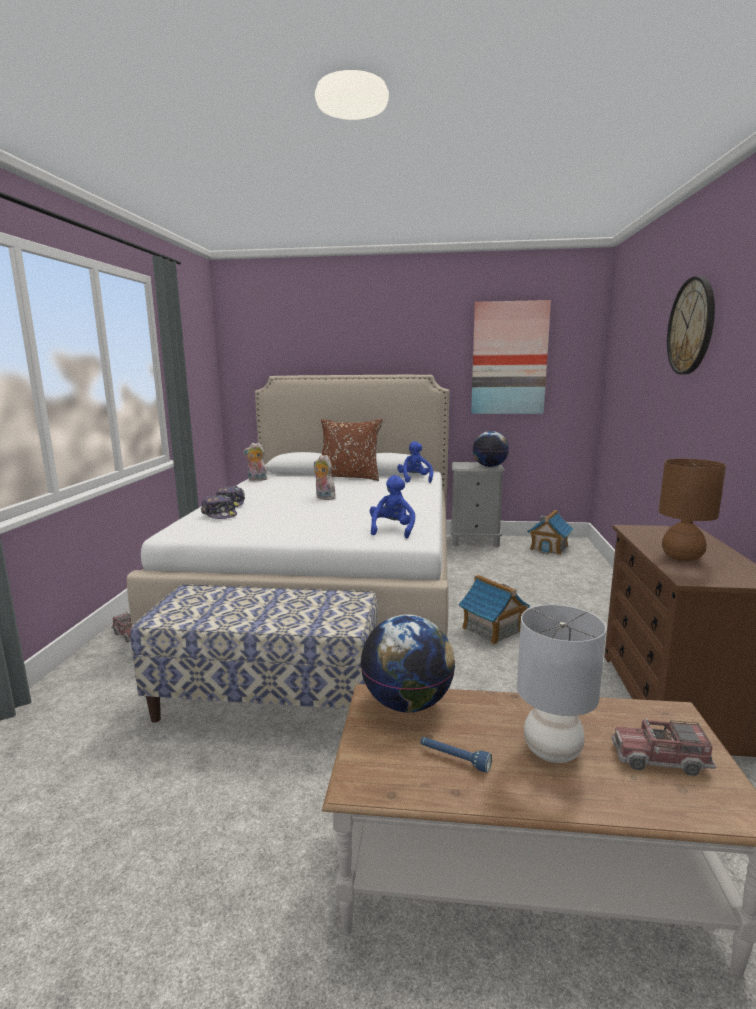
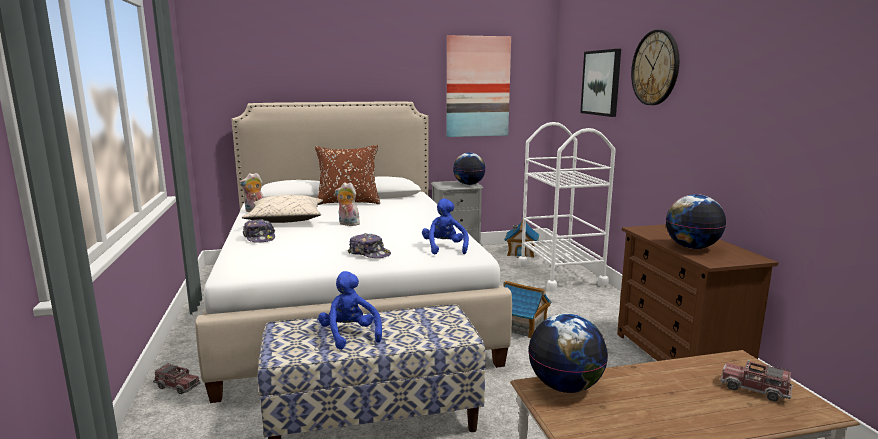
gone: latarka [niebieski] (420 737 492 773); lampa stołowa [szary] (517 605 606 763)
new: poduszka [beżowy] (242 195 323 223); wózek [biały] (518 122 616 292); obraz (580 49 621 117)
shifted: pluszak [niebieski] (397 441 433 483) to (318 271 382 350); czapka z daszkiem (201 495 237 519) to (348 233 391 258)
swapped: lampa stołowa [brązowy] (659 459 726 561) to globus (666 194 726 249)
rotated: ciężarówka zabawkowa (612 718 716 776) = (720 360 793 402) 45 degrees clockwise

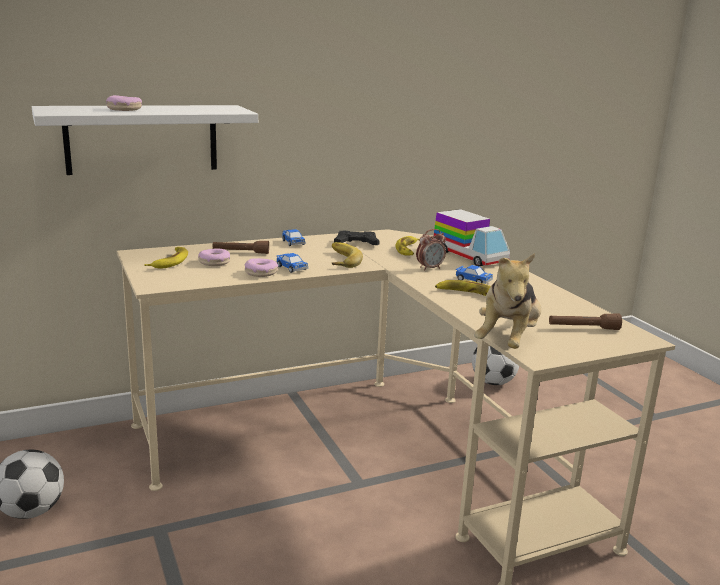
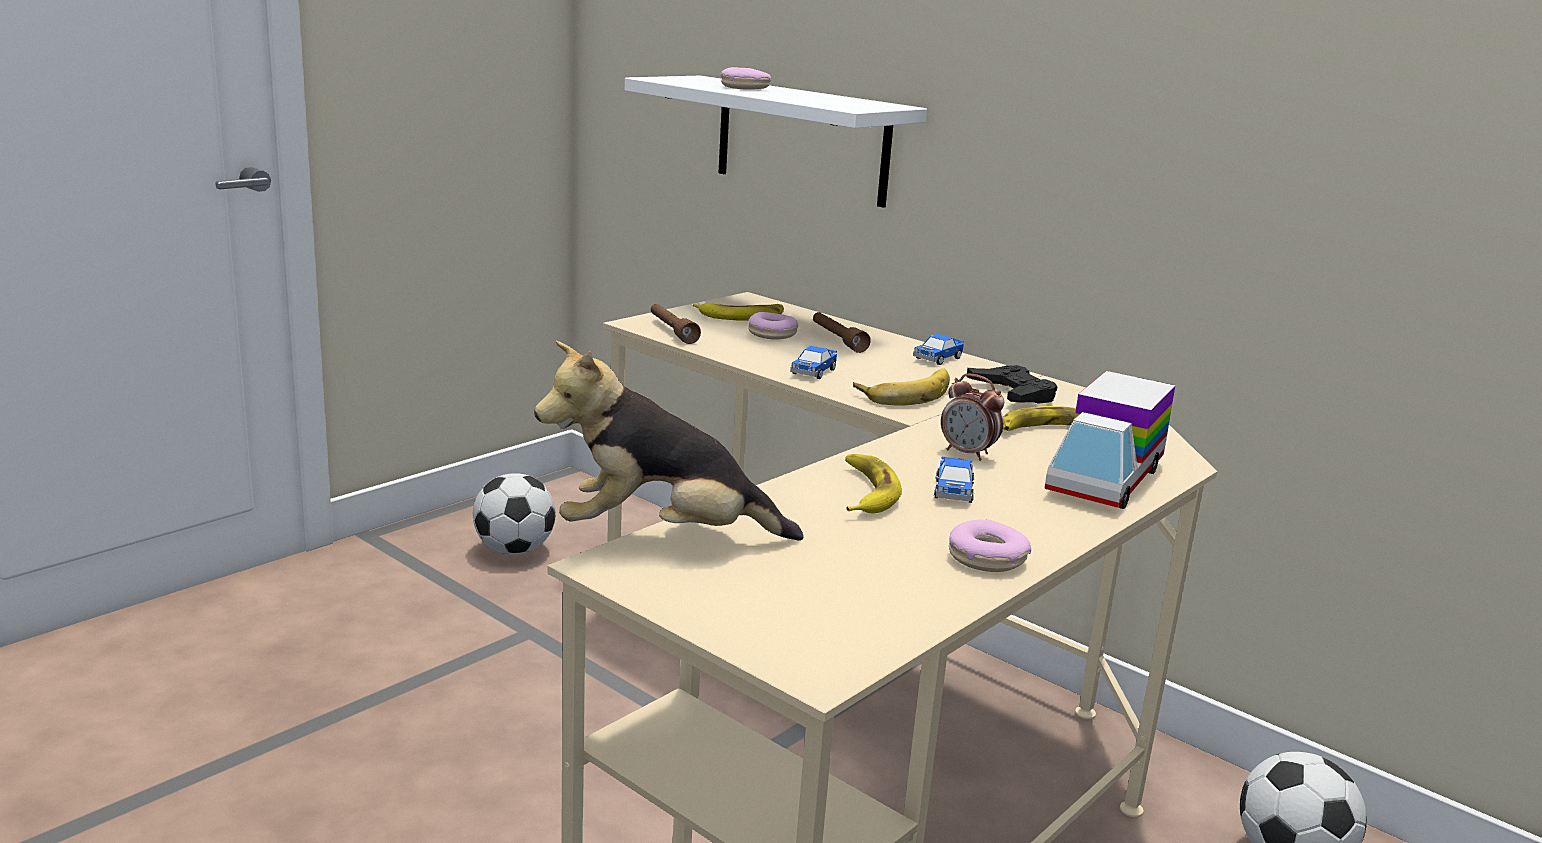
shifted: latarka [brązowy] (549 313 622 330) to (651 304 701 344); donut (245 258 278 277) to (949 520 1031 572)

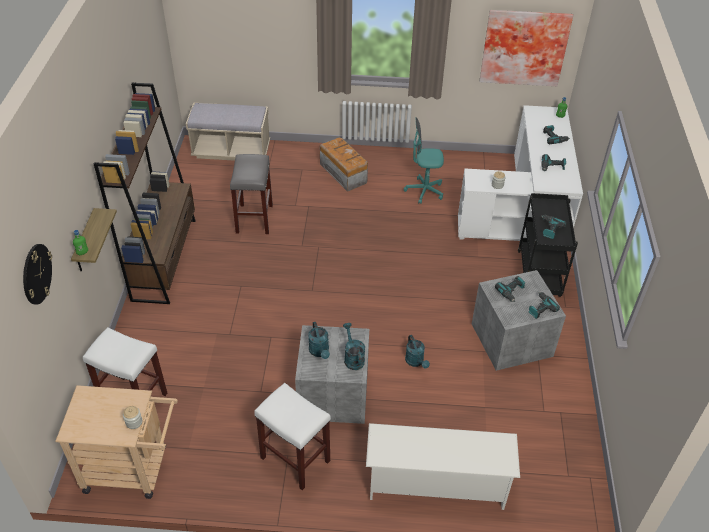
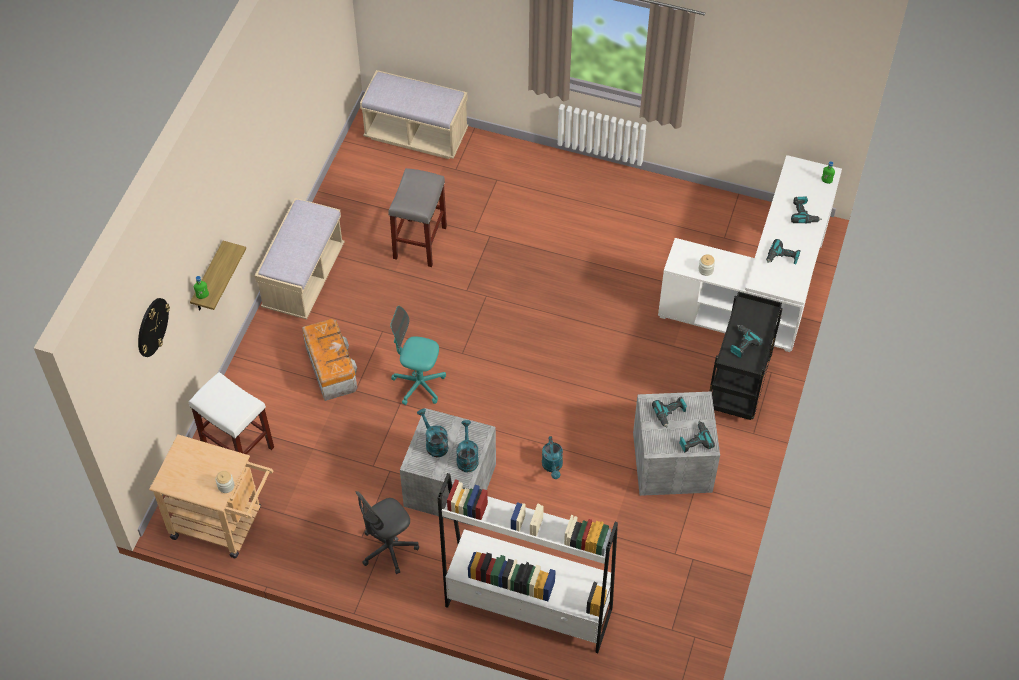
gone: obraz (480 10 573 86)
shifted: pojemnik do przechowywania (320 138 368 192) to (302 319 357 401); krzesło biurowe [turkusowy] (404 117 444 204) to (390 306 446 405)
swapped: regał [brązowy] (94 83 196 304) to ławka [beżowy] (255 198 344 320); stołek [biały] (254 383 331 490) to krzesło biurowe [szary] (356 491 419 574); regał na buty [biały] (366 423 520 510) to regał [biały] (438 473 618 653)
rotated: konewka [turkusowy] (308 322 330 359) = (417 409 448 457) 150 degrees clockwise

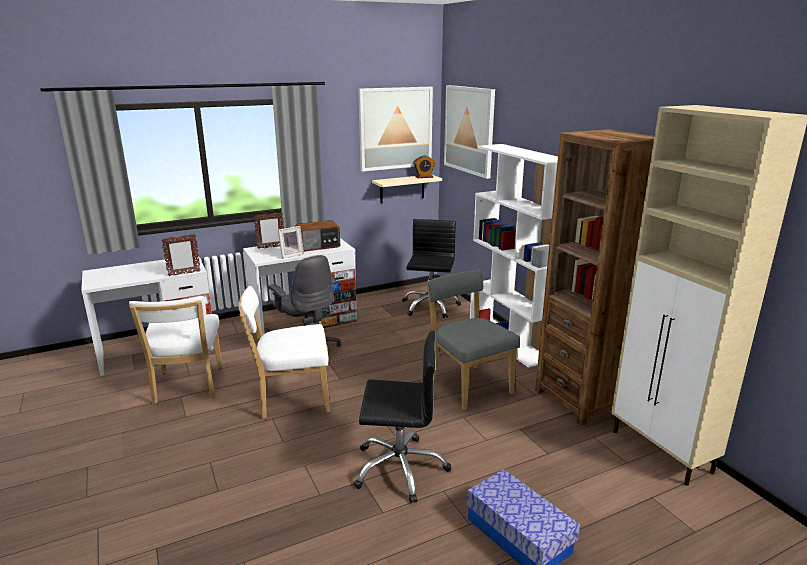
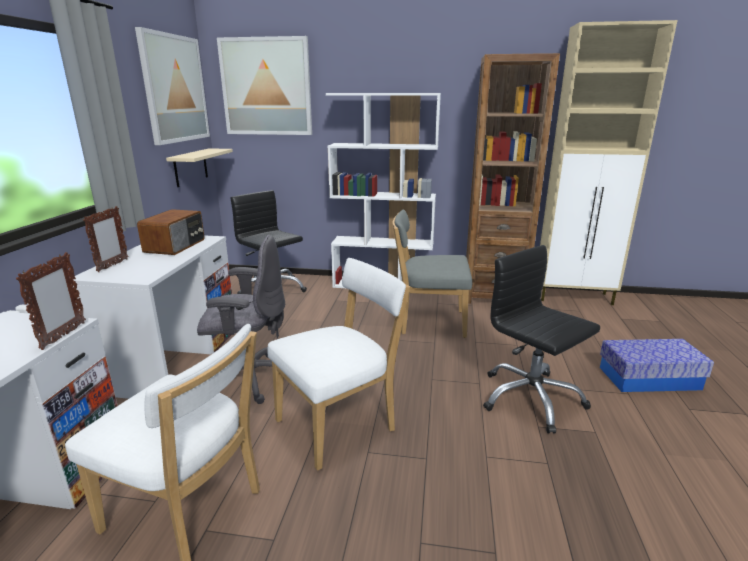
gone: ramka na zdjęcie (278 226 304 259); budzik (414 156 435 178)
rotated: krzesło [biały] (239 286 330 419) = (267 258 410 471) 150 degrees counterclockwise; krzesło biurowe [czarny] (354 331 451 503) = (484 245 600 434) 75 degrees counterclockwise

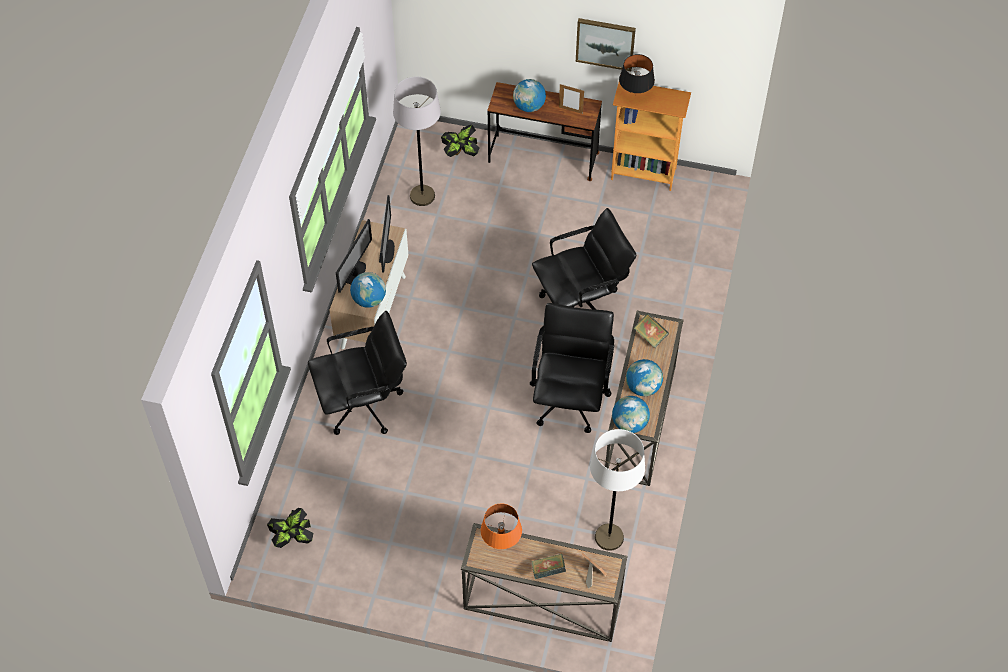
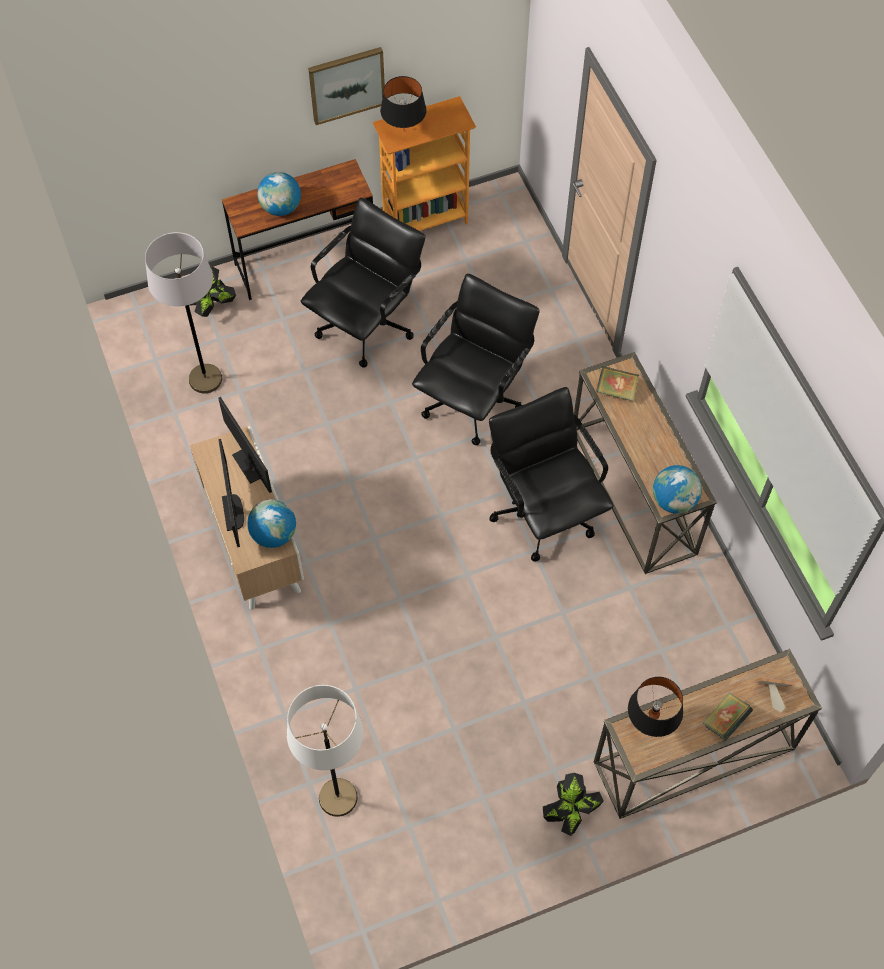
gone: ramka na zdjęcie (559 84 584 114); globus (626 359 663 396)
shifted: lampa stojąca [biały] (590 429 645 551) to (287 685 363 817); krzesło biurowe [czarny] (308 311 407 435) to (301 198 425 368); roślina doniczkowa (267 508 313 548) to (543 773 604 836)
repainted: lampa stołowa [pomarańczowy] (481 504 522 549) to lampa stołowa [czarny] (628 677 683 737)

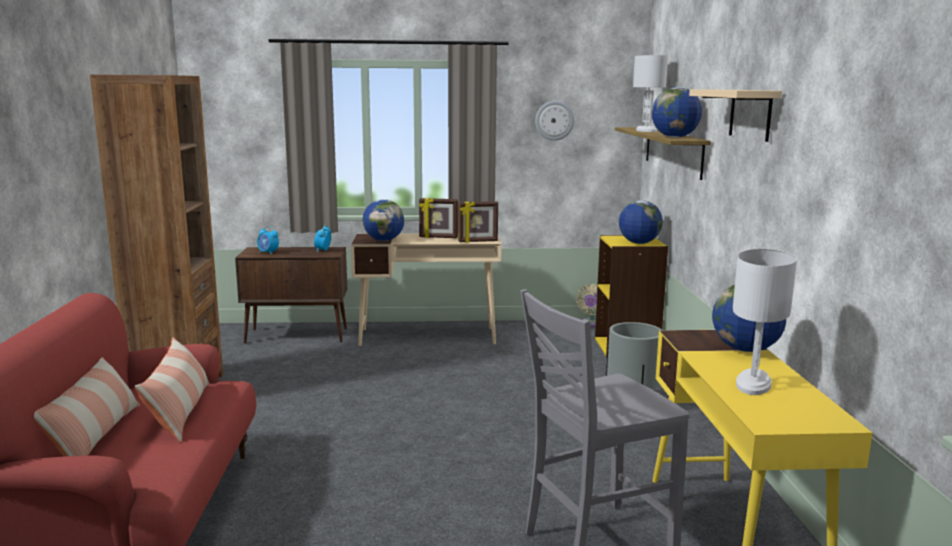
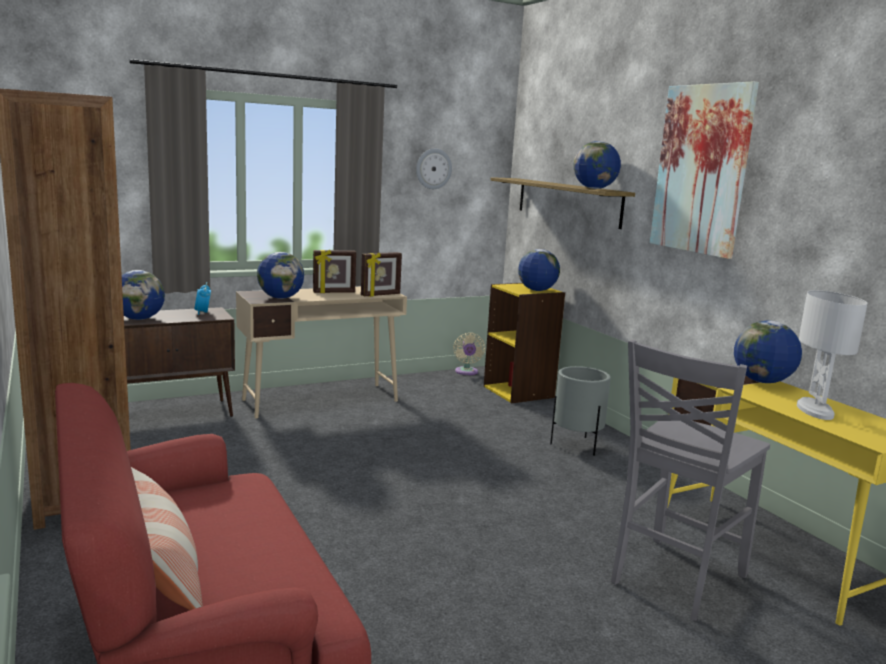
gone: poduszka (134 337 210 442); lampa stołowa [biały] (633 55 668 132)
swapped: budzik (257 226 279 255) to globus (122 270 165 320); półka [beżowy] (689 89 782 142) to obraz (650 81 759 259)

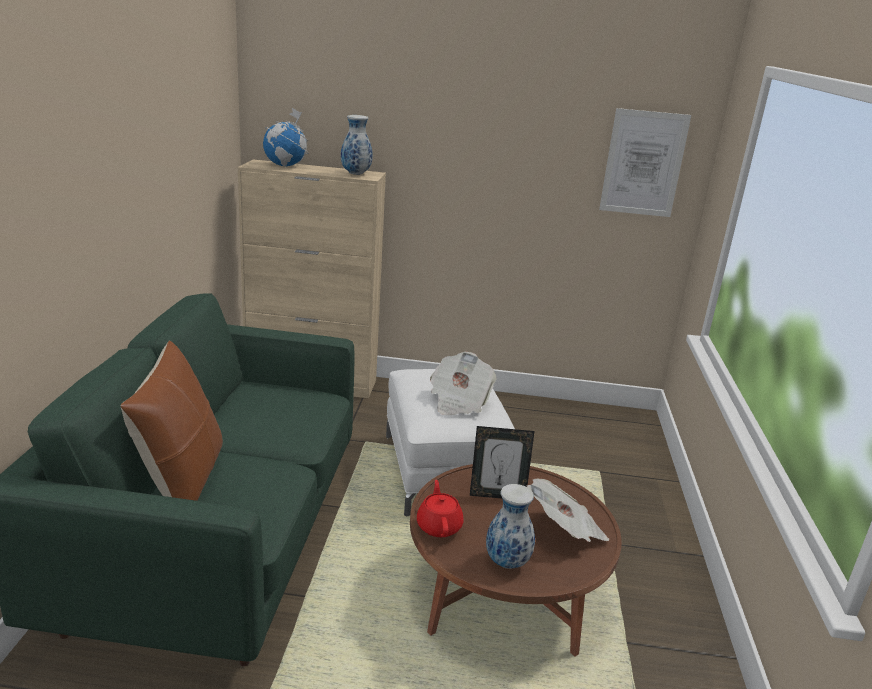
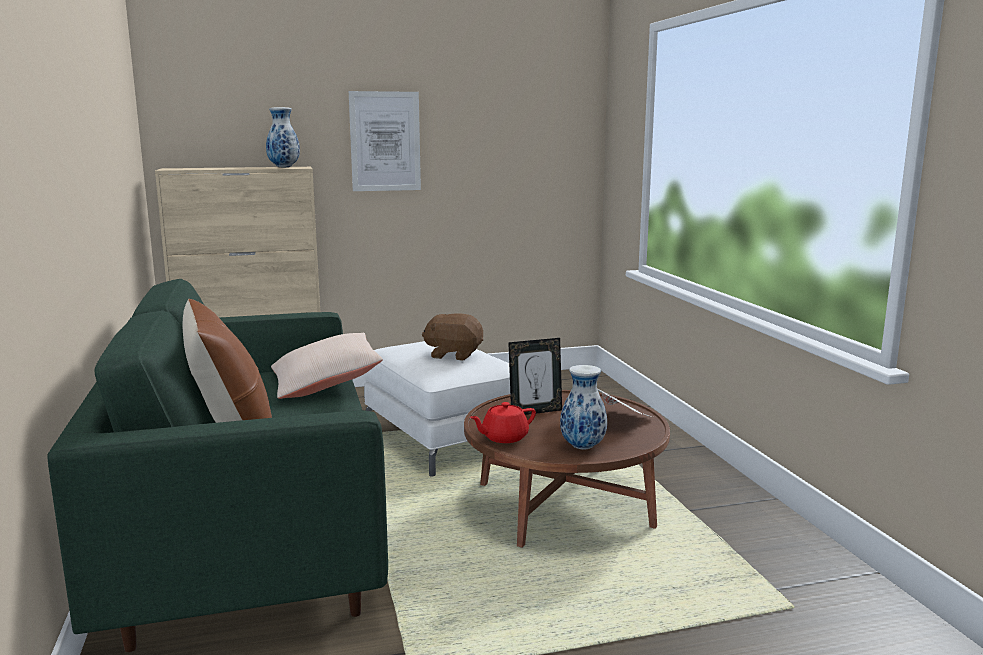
gone: globus (263 108 309 167)
new: poduszka [beżowy] (271 333 383 399)
shifted: obraz (599 108 691 217) to (349 91 421 191)
swapped: gazeta (430 352 497 415) to pluszak [brązowy] (422 313 483 361)
rotated: imbryk [czerwony] (417 480 463 537) = (470 402 536 443) 90 degrees counterclockwise

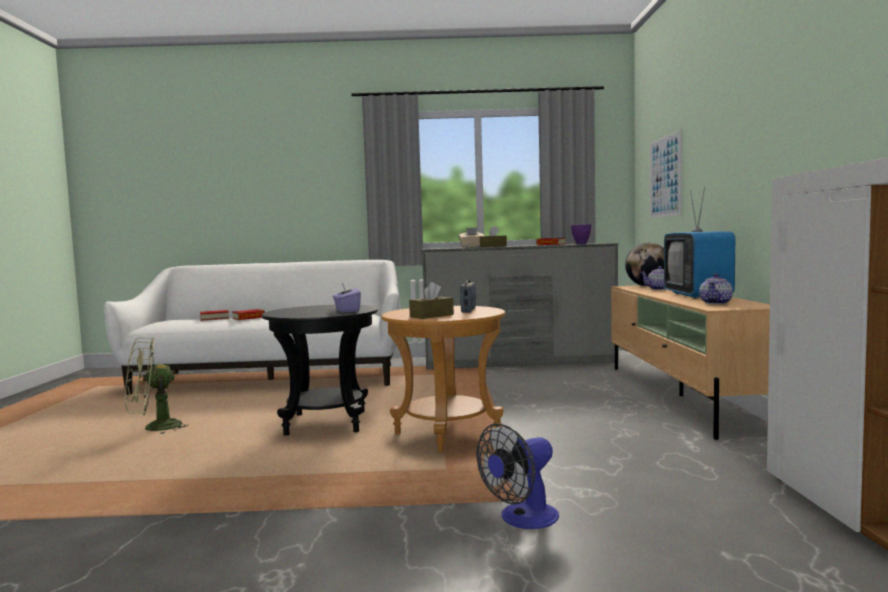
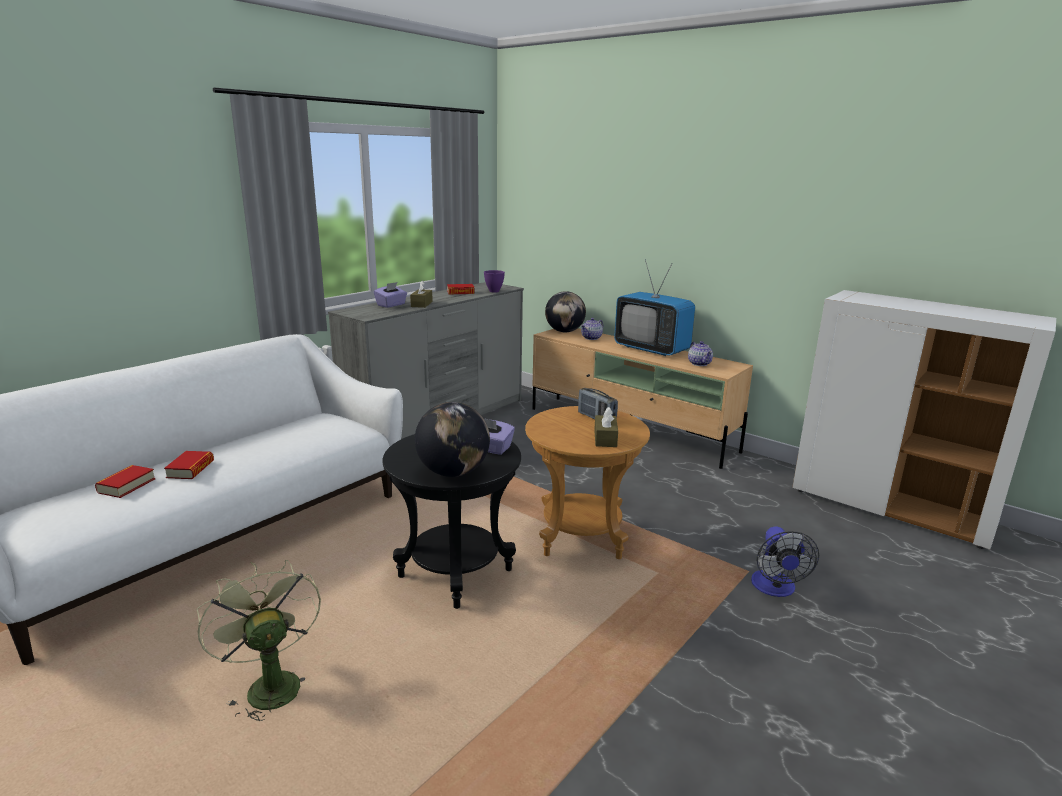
gone: obraz (650 129 682 218)
new: globus (415 402 490 477)
repainted: pudełko chusteczek [beżowy] (459 228 484 247) to pudełko chusteczek [fioletowy] (374 282 407 308)
rotated: wentylator [zielony] (125 338 189 434) = (197 560 321 721) 135 degrees clockwise

